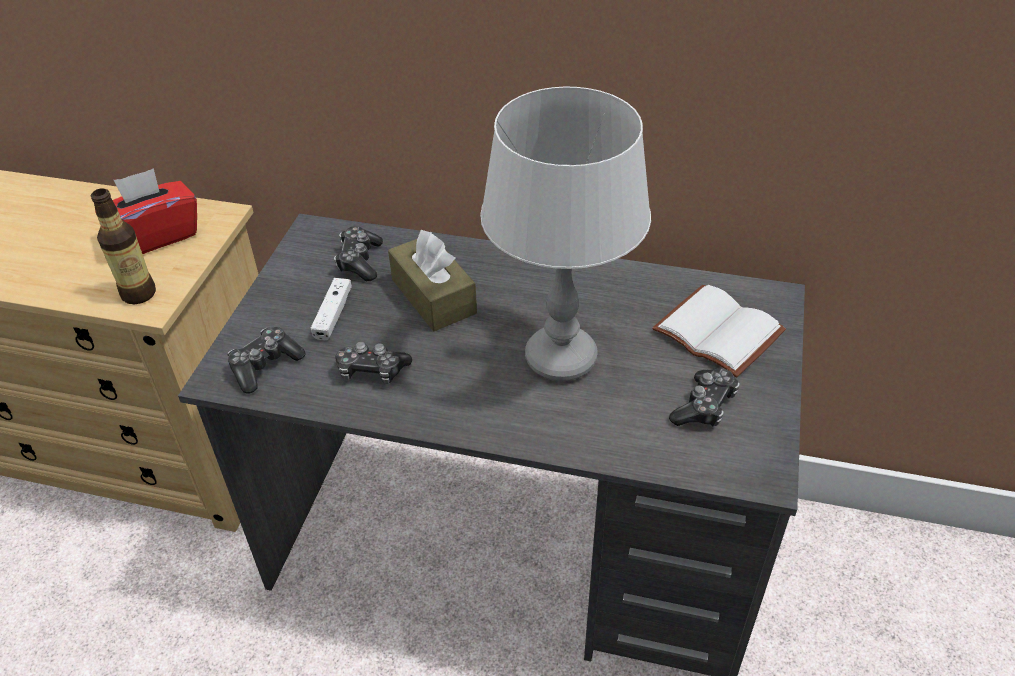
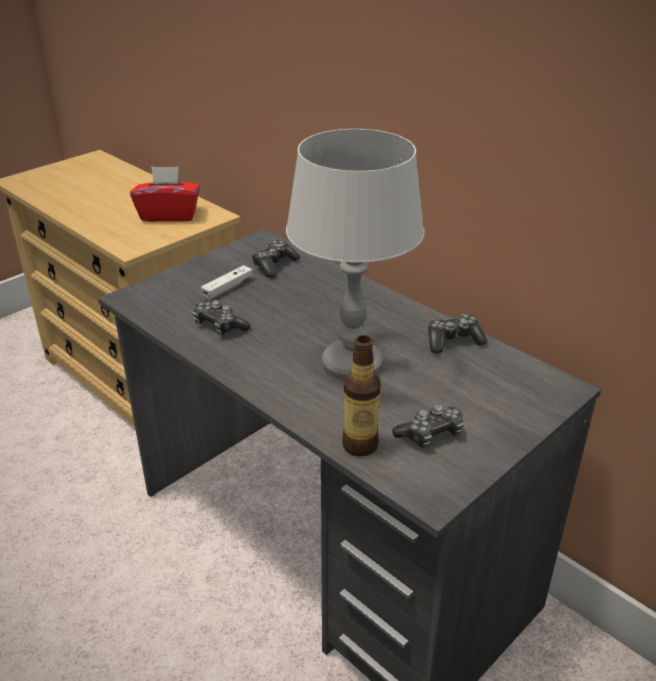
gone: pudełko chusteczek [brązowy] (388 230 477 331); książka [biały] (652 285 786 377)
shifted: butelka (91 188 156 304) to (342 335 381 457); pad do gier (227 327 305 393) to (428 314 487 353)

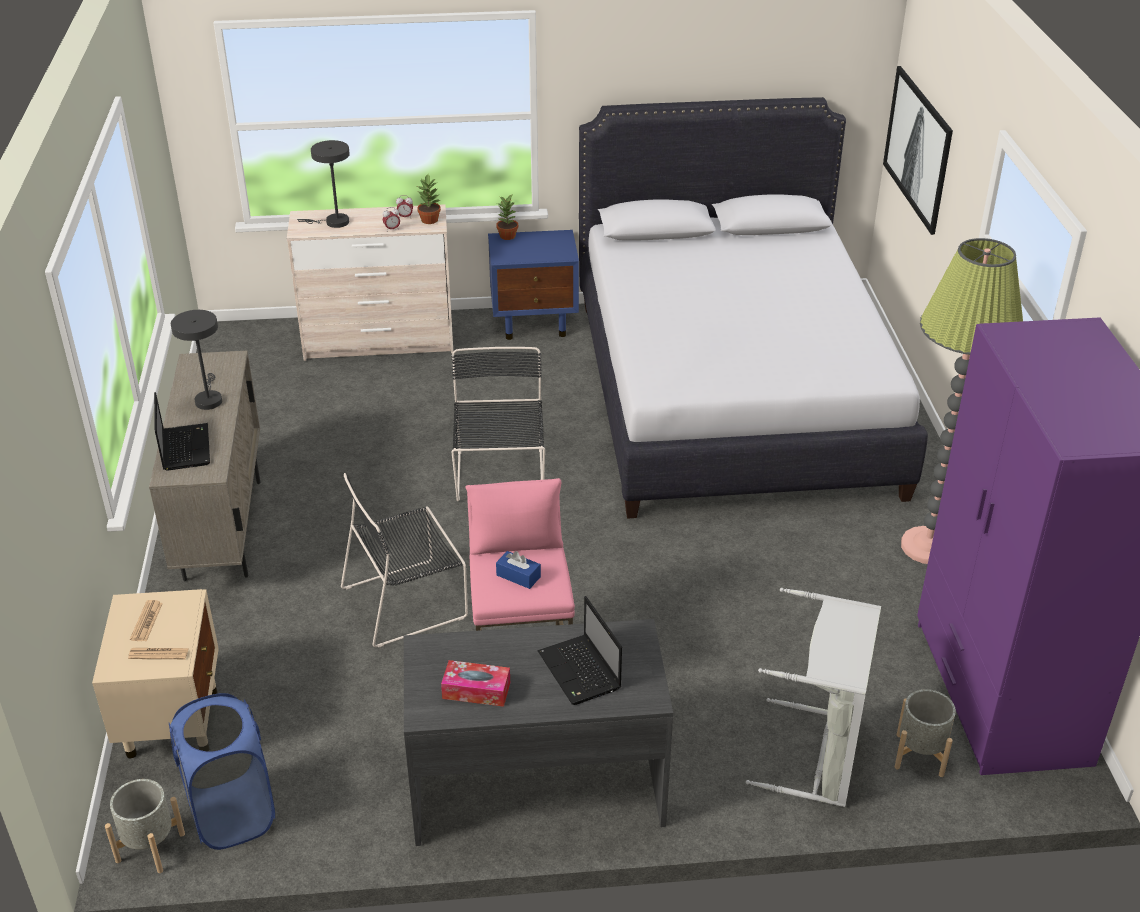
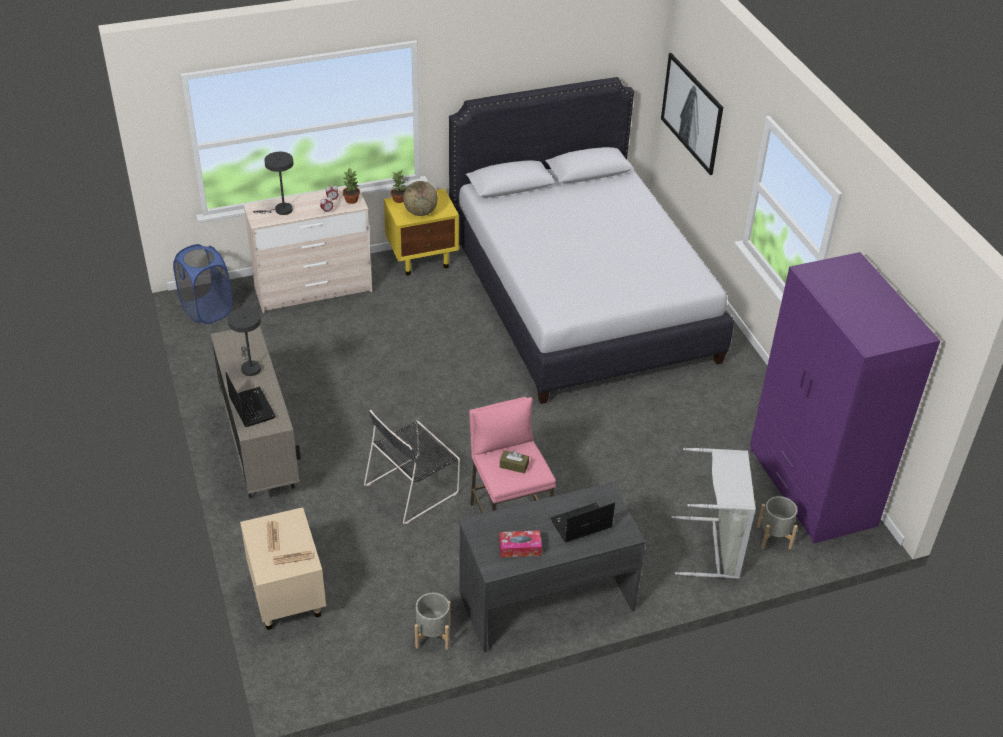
gone: krzesło [czarny] (451 347 545 501); lampa stojąca (901 238 1023 564)
new: globus (403 181 438 216)
shifted: kosz na pranie [niebieski] (169 693 275 850) to (173 244 233 324); donica [szary] (105 779 185 873) to (415 593 450 650)
repainted: szafka nocna [niebieski] (488 230 579 340) to szafka nocna [żółty] (384 189 459 276); pudełko chusteczek [niebieski] (496 551 541 589) to pudełko chusteczek [brązowy] (500 450 529 474)
rotated: laptop (538 596 622 705) = (551 503 615 542) 105 degrees clockwise

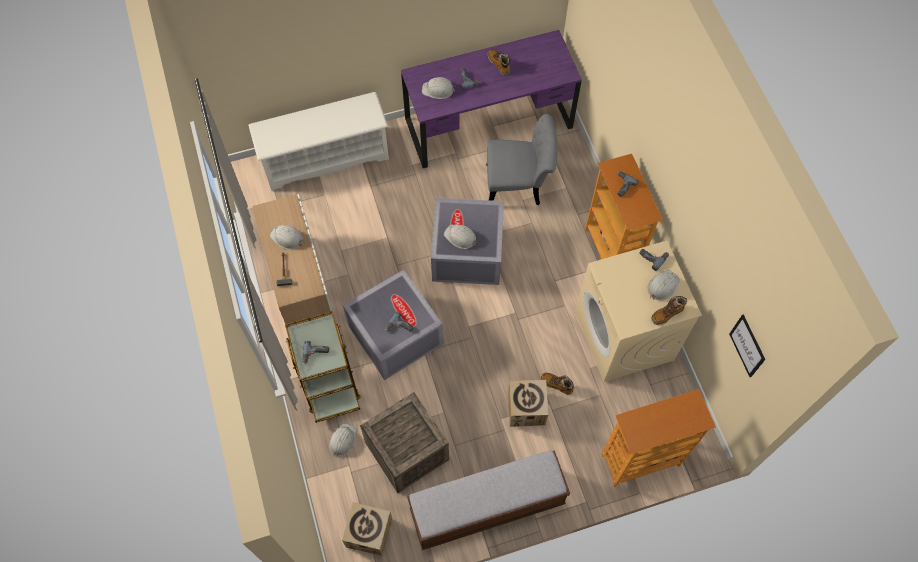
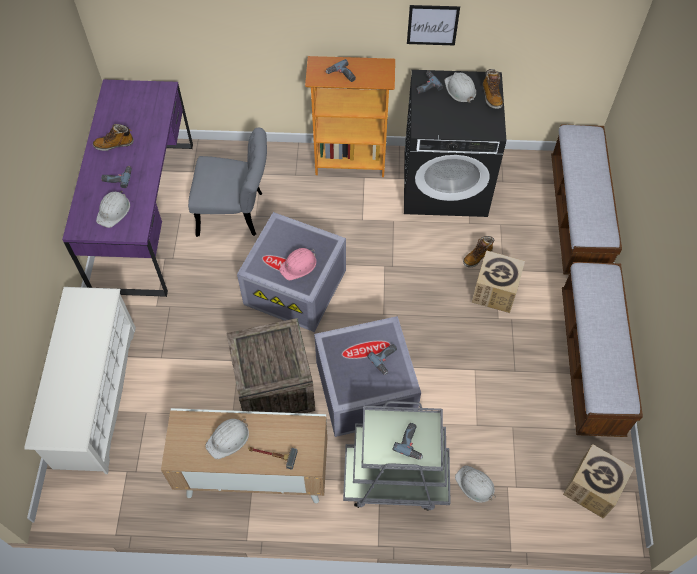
shifted: skrzynka (360 392 449 493) to (226 318 315 413); obraz (729 314 765 377) to (407 5 460 46)
swapped: regał (601 389 716 487) to ławka (551 124 622 275)
repainted: kask [biały] (444 225 477 249) to kask [różowy] (279 248 316 281); wózek [brązowy] (285 311 360 423) to wózek [szary] (343 401 451 511); pralka [beżowy] (575 241 702 382) to pralka [czarny] (404 70 506 217)
rotated: krzesło [szary] (486 114 558 205) = (188 128 267 237) 75 degrees clockwise

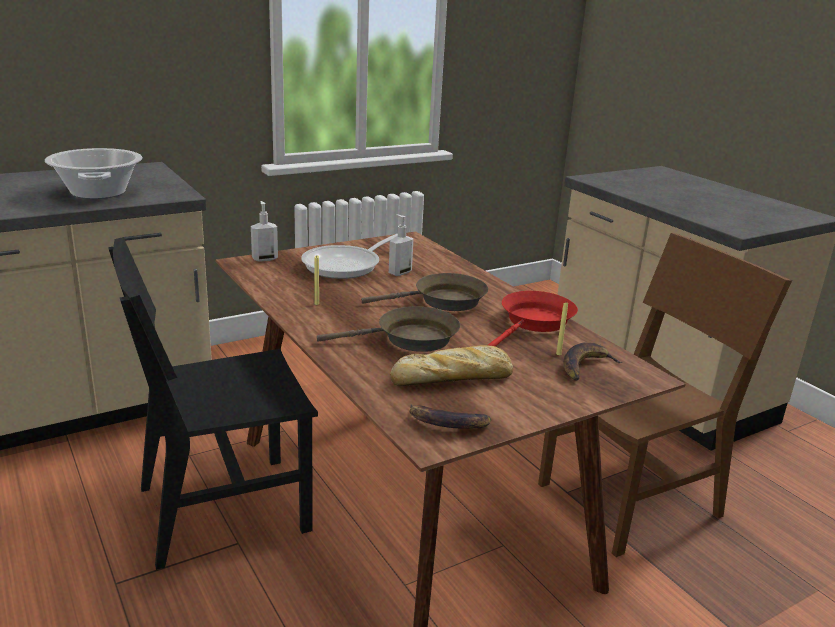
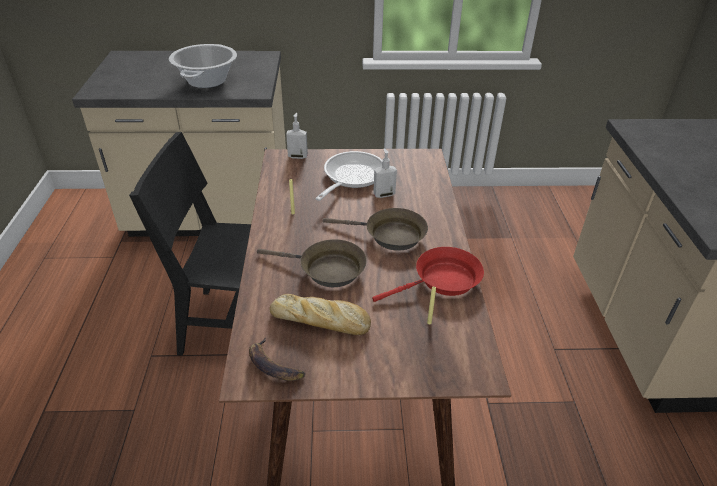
gone: krzesło [brązowy] (538 233 792 557); banan (564 342 622 380)
rotated: patelnia (301 234 398 279) = (315 151 382 201) 135 degrees clockwise

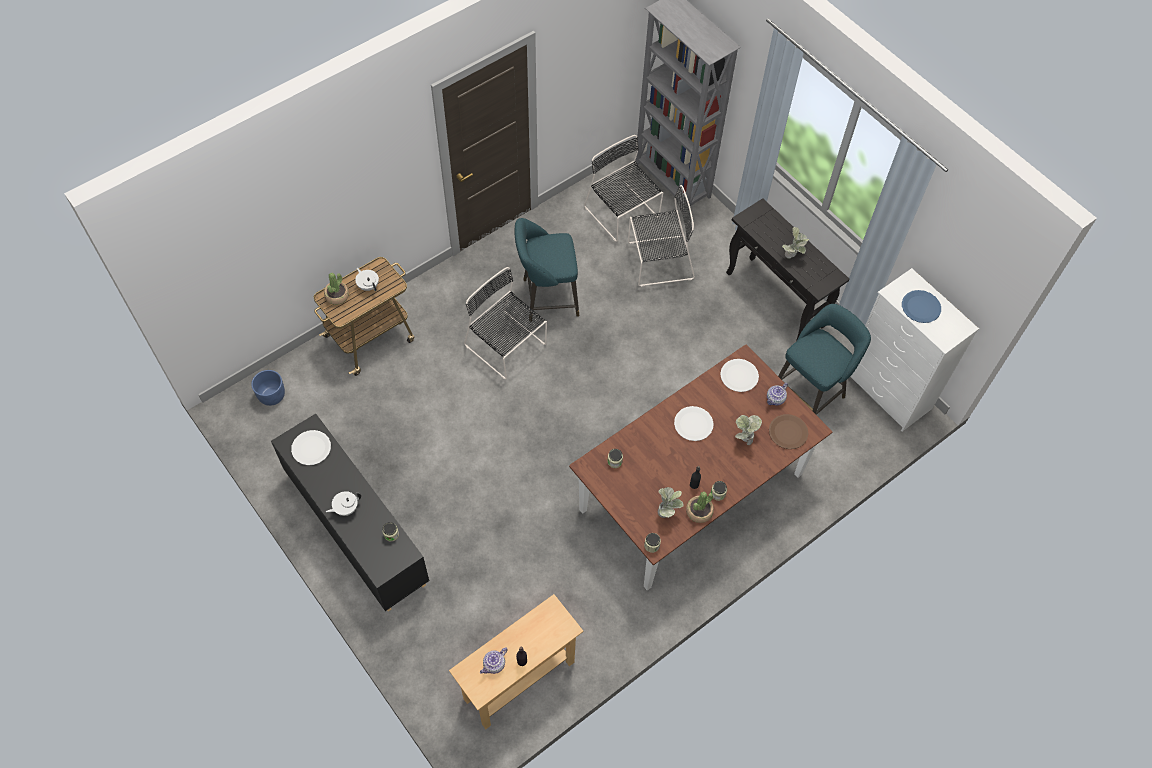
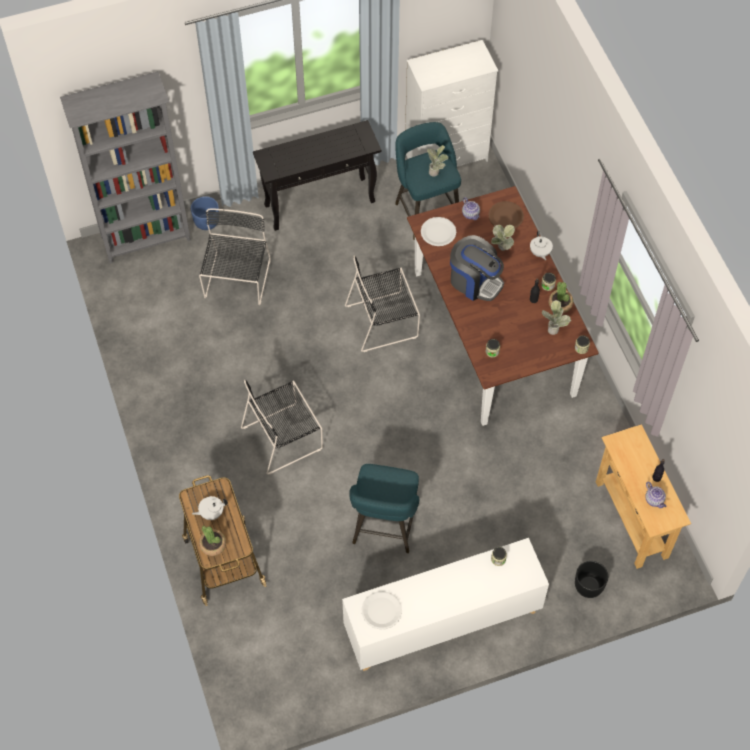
gone: talerz [niebieski] (902 290 941 323)
new: donica [czarny] (575 561 608 598)
shifted: donica [niebieski] (251 370 285 406) to (191 197 219 230); krzesło [czarny] (584 135 663 242) to (345 256 420 352); stołek [turkusowy] (515 218 579 321) to (349 464 419 553); roślina doniczkowa (782 227 809 259) to (427 145 449 177); imbryk [biały] (326 491 361 516) to (530 231 553 260)
swapped: talerz [biały] (674 406 714 441) to ekspres do kawy (450 235 504 301)
repainted: szafka [czarny] (271 414 429 611) to szafka [biały] (342 538 549 671)

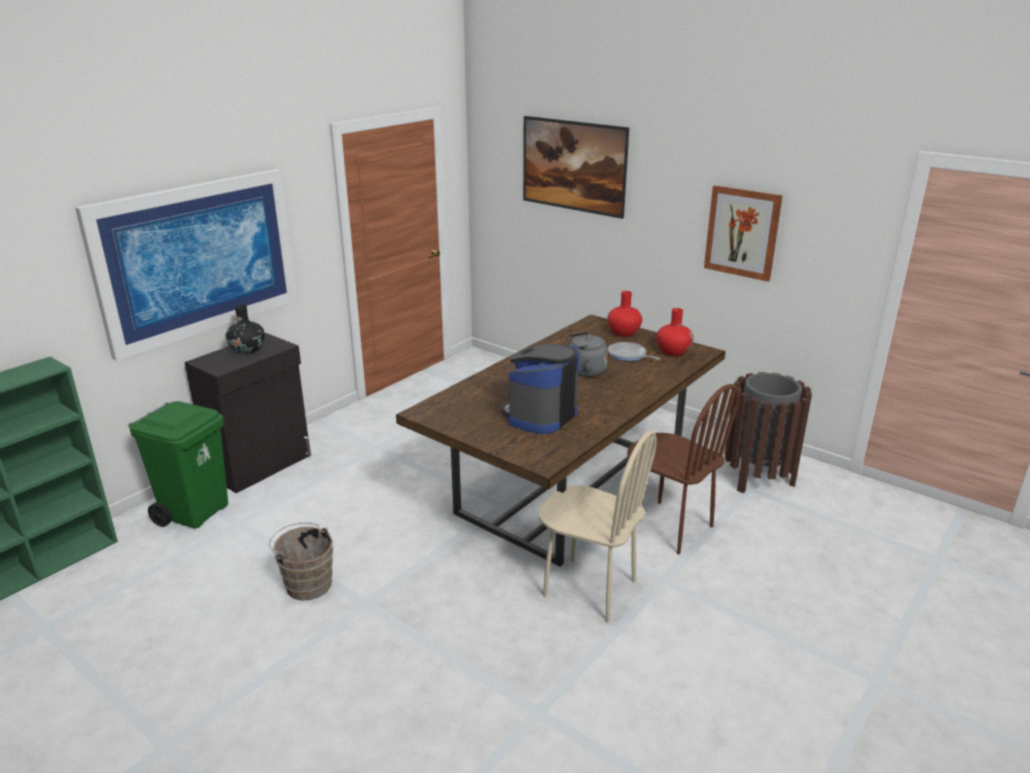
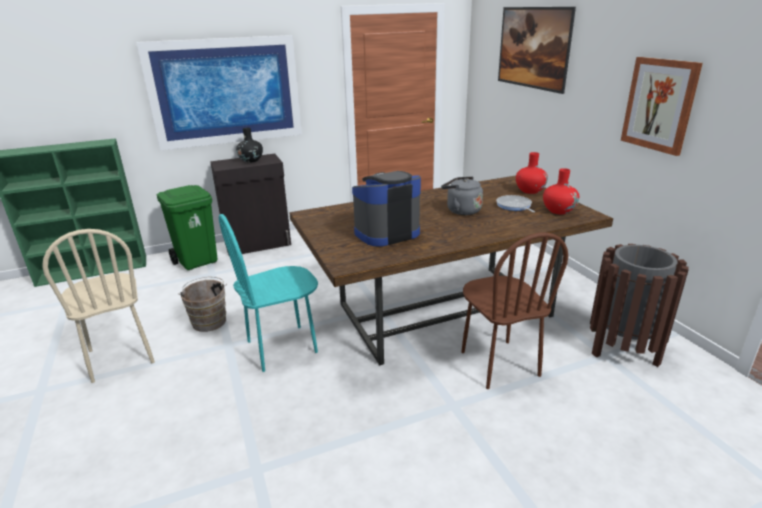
new: krzesło [turkusowy] (219 214 318 372)
shifted: krzesło [beżowy] (538 430 657 623) to (42 229 155 383)

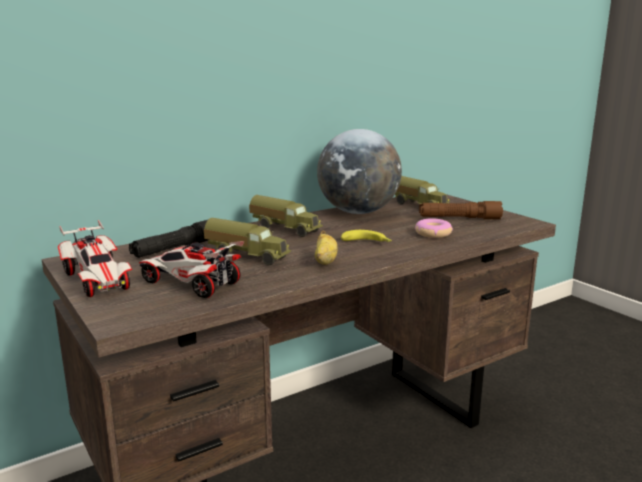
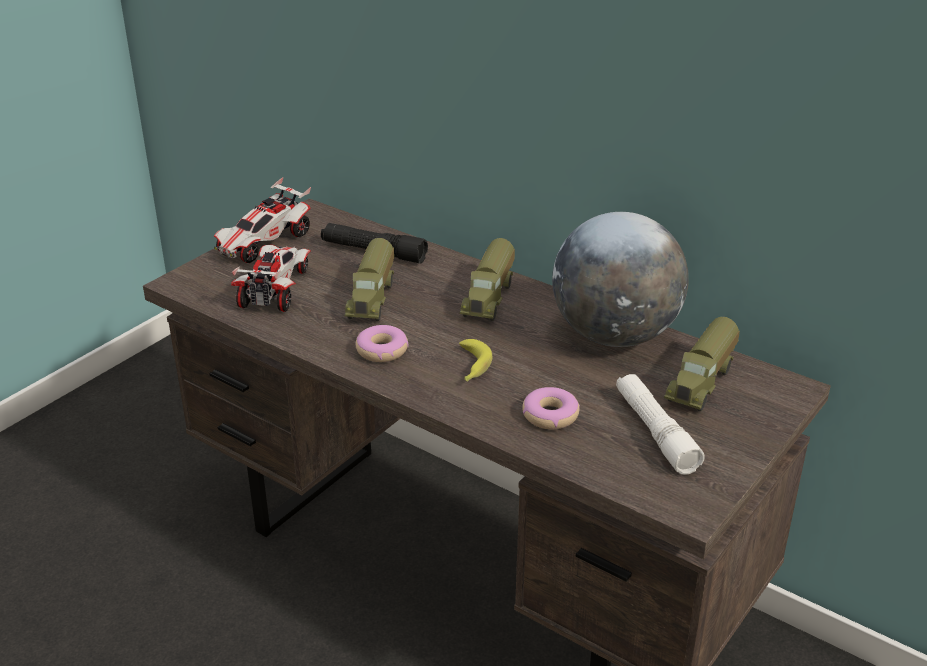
swapped: banan (315 231 338 265) to donut (356 325 409 362)
repainted: latarka [brązowy] (419 201 503 219) to latarka [biały] (616 374 705 475)

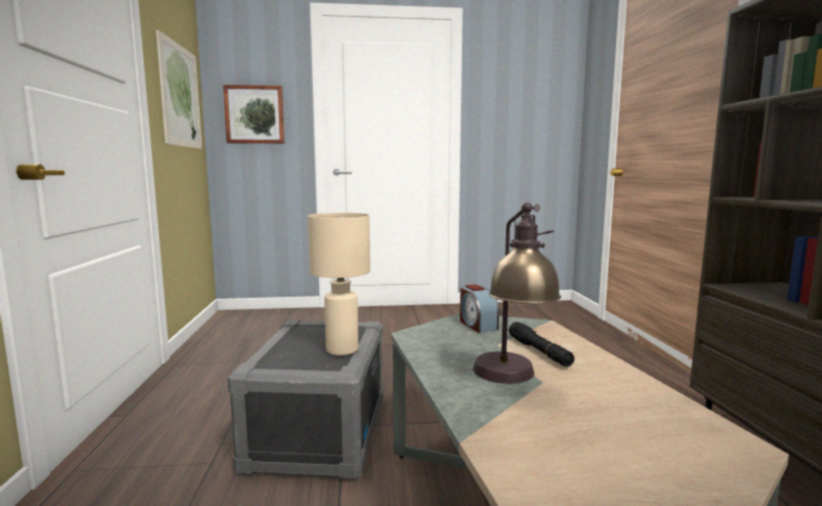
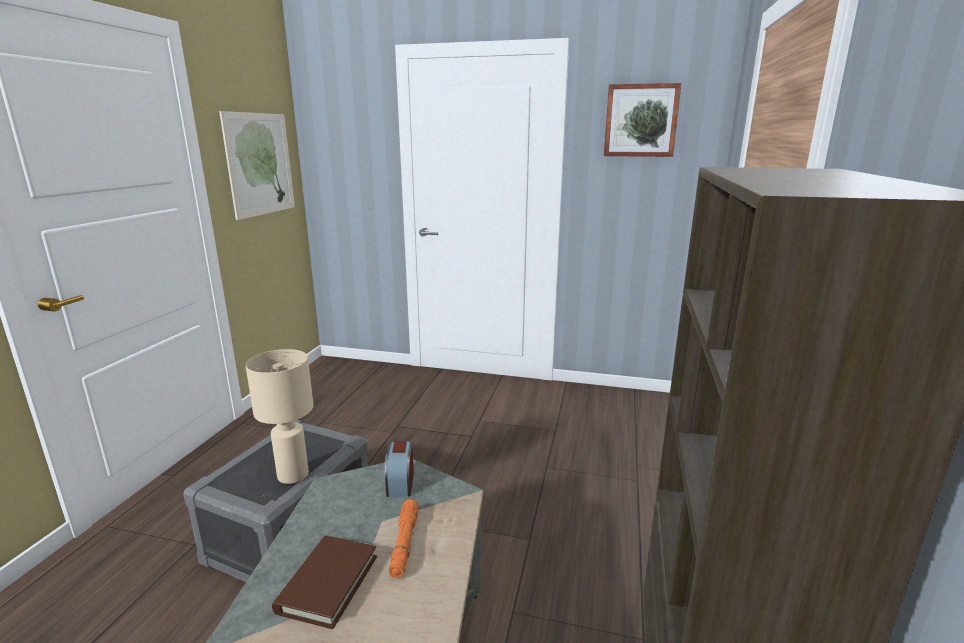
shifted: obraz (223 85 285 144) to (604 83 681 157)
swapped: lampa stołowa (473 202 561 384) to książka [brązowy] (272 536 377 629)
repainted: latarka [czarny] (509 322 574 367) to latarka [pomarańczowy] (389 499 419 578)

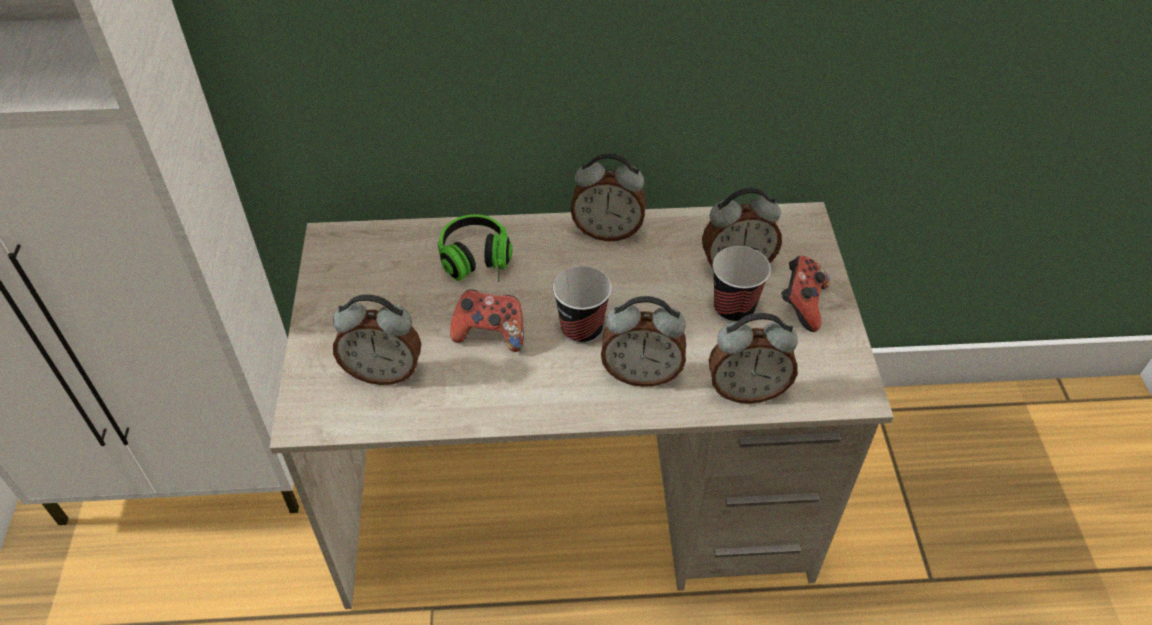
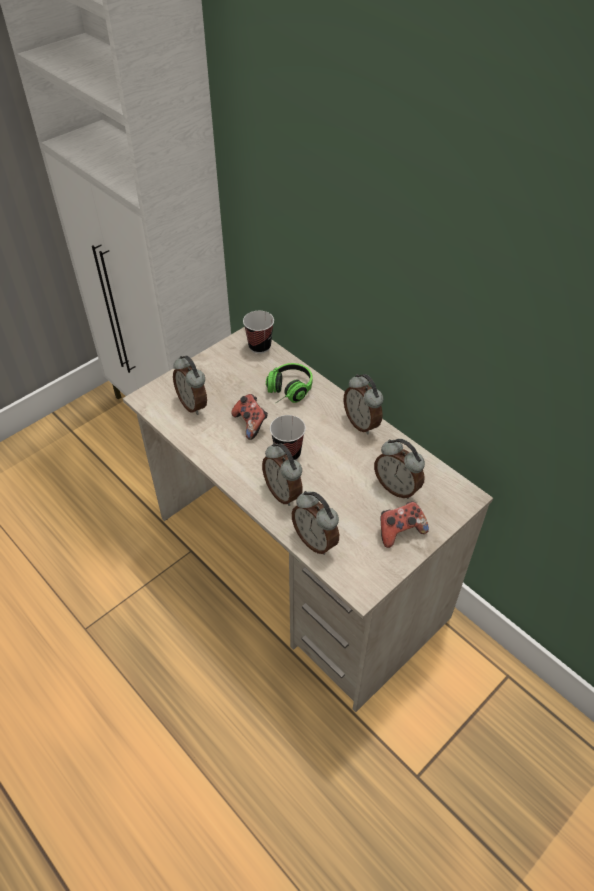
shifted: filiżanka (713 246 771 323) to (243 311 274 354)

